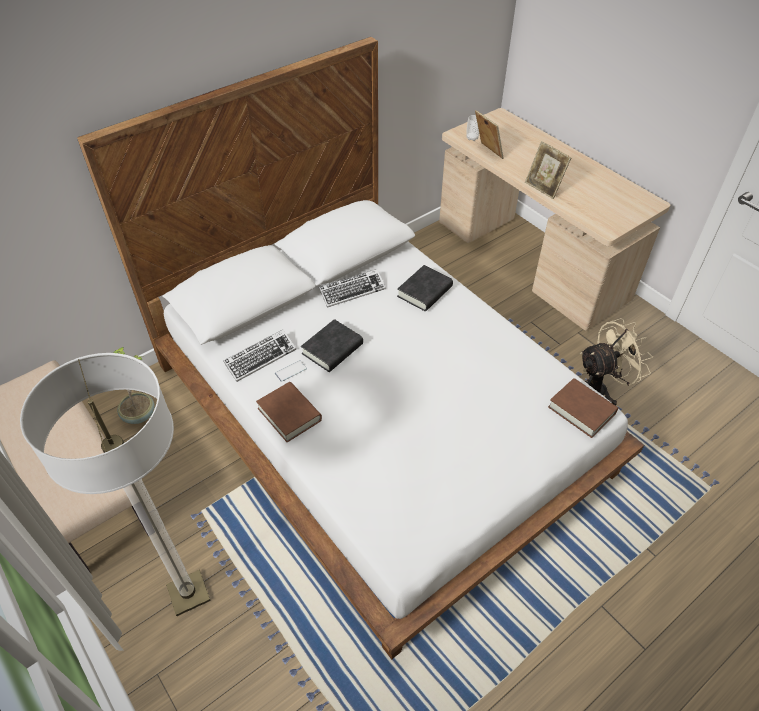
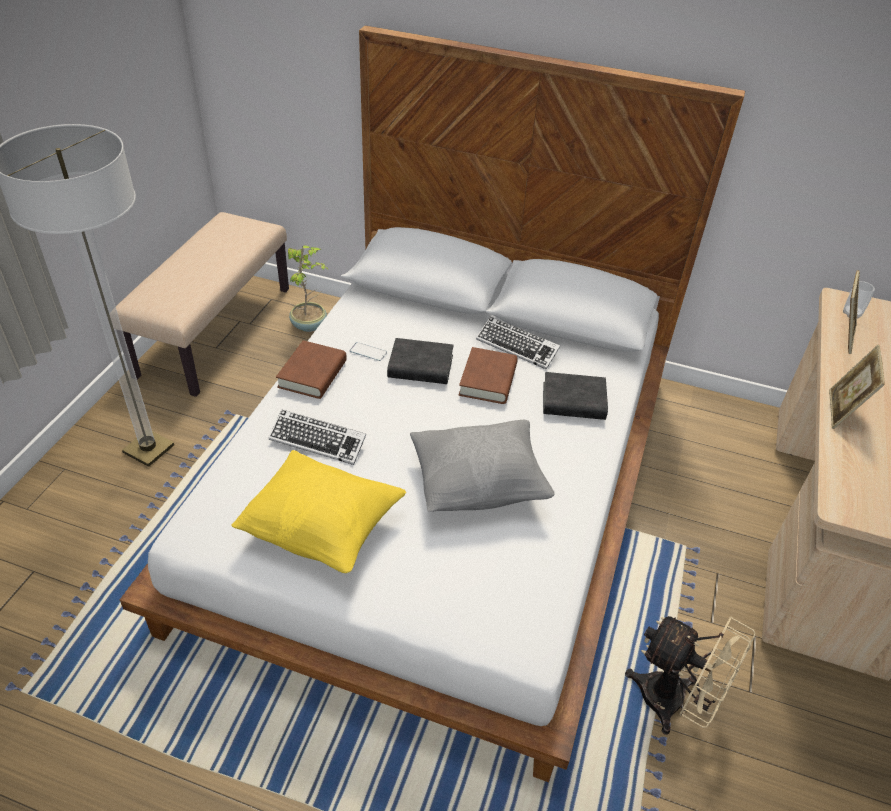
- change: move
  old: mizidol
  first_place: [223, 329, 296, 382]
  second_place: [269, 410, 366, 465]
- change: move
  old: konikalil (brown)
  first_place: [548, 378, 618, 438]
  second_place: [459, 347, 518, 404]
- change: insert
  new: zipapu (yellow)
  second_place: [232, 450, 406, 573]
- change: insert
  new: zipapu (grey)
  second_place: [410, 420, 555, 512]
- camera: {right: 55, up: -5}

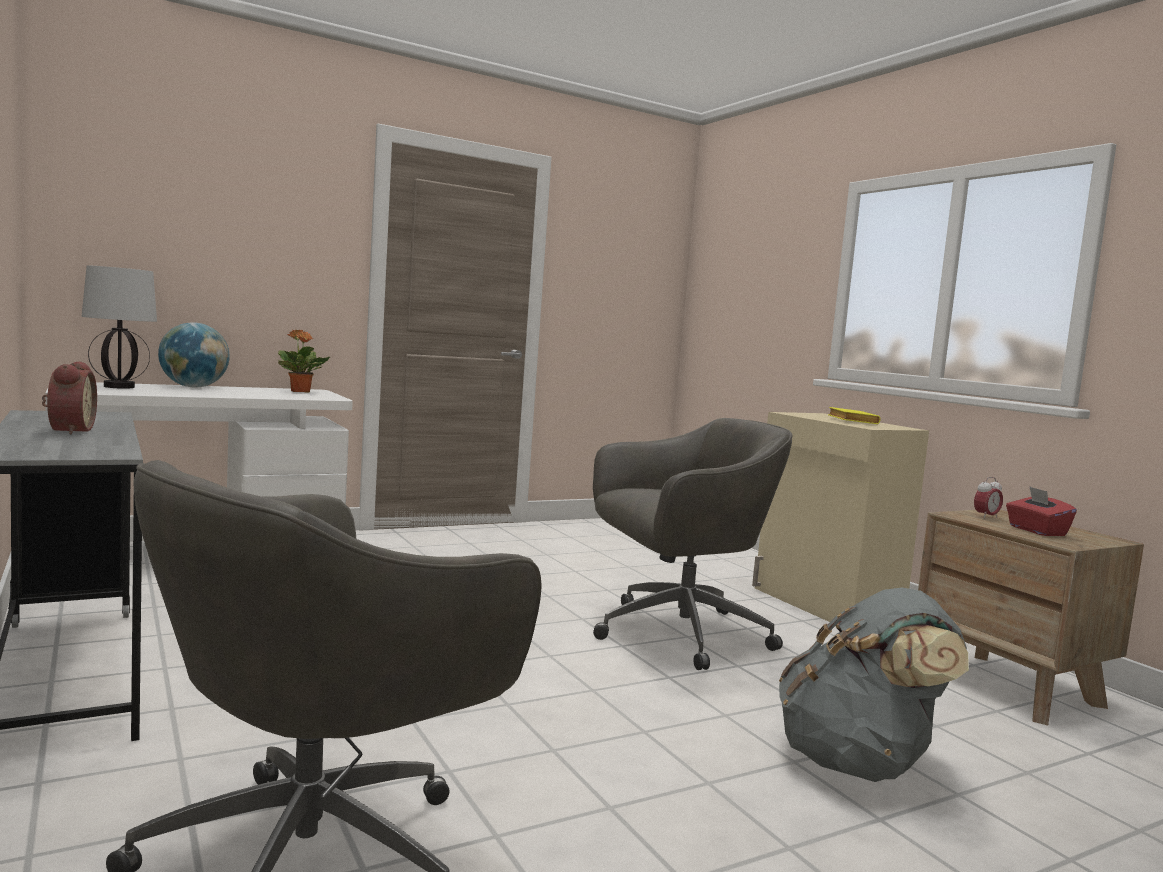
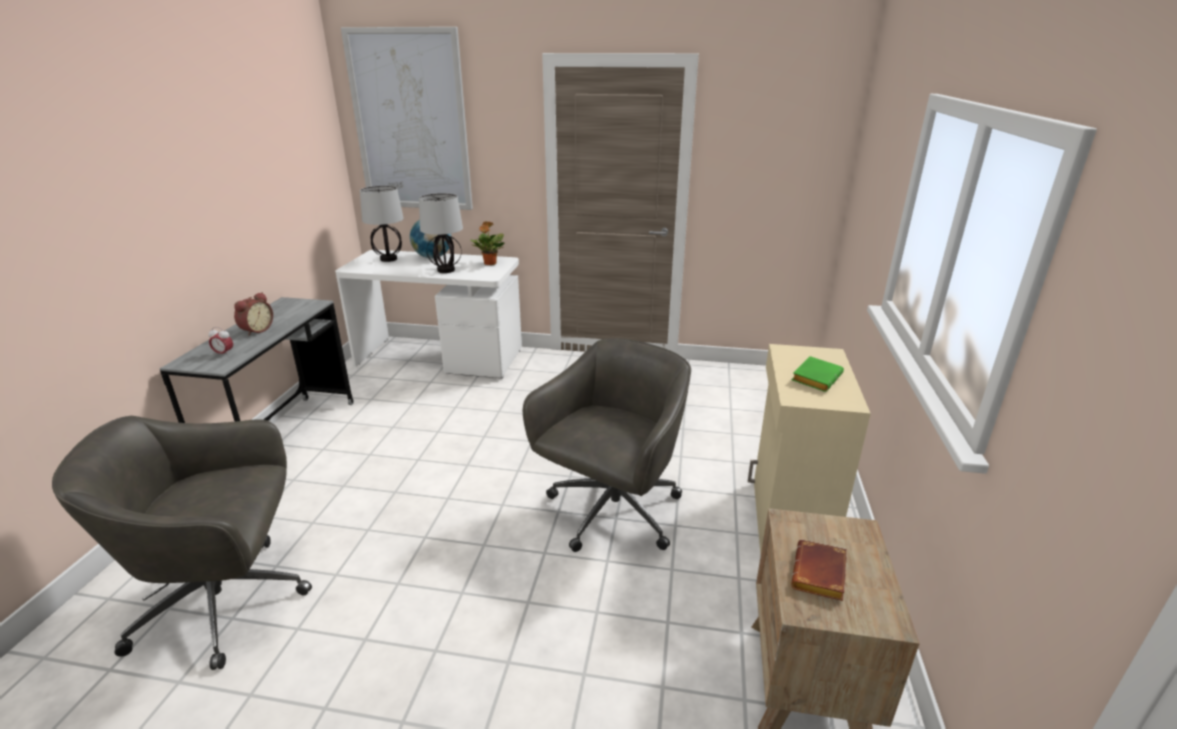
- change: rotate
  old: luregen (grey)
  first_place: [593, 418, 793, 670]
  second_place: [523, 338, 691, 552]
  degrees: -75
- change: delete
  old: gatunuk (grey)
  first_place: [779, 588, 969, 782]
- change: recolor
  old: konikalil (yellow)
  new: konikalil (green)
  first_place: [828, 407, 881, 424]
  second_place: [792, 356, 844, 392]
- change: move
  old: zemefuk
  first_place: [974, 477, 1003, 519]
  second_place: [208, 327, 233, 356]
- change: replace
  old: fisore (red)
  new: konikalil (brown)
  first_place: [1006, 486, 1077, 536]
  second_place: [791, 540, 847, 601]
- change: insert
  new: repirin
  second_place: [341, 27, 473, 210]
- change: insert
  new: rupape
  second_place: [419, 193, 463, 273]
- camera: {right: 40, up: 20}

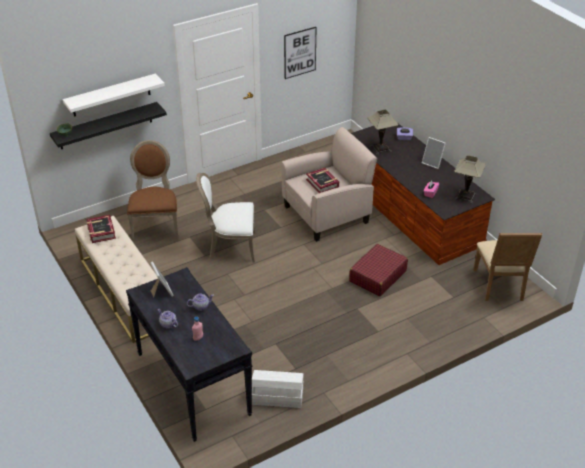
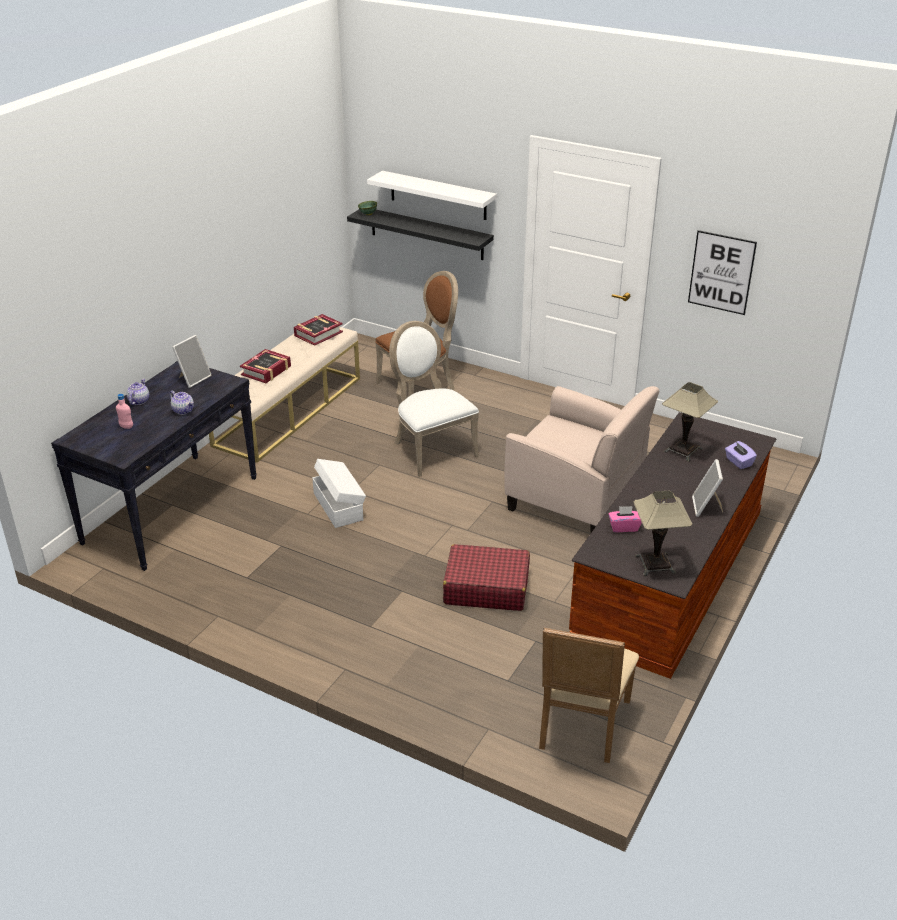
- change: move
  old: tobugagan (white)
  first_place: [252, 370, 303, 408]
  second_place: [312, 459, 366, 528]
- change: move
  old: konikalil
  first_place: [306, 168, 339, 193]
  second_place: [240, 349, 291, 383]
- change: rotate
  old: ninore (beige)
  first_place: [474, 233, 542, 301]
  second_place: [539, 628, 639, 763]
  degrees: -45
- camera: {right: 60, up: -5}

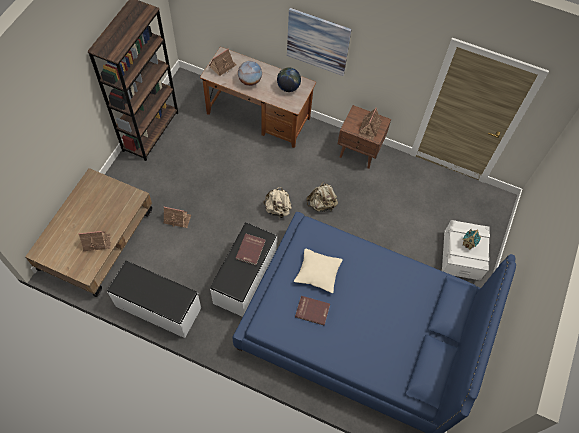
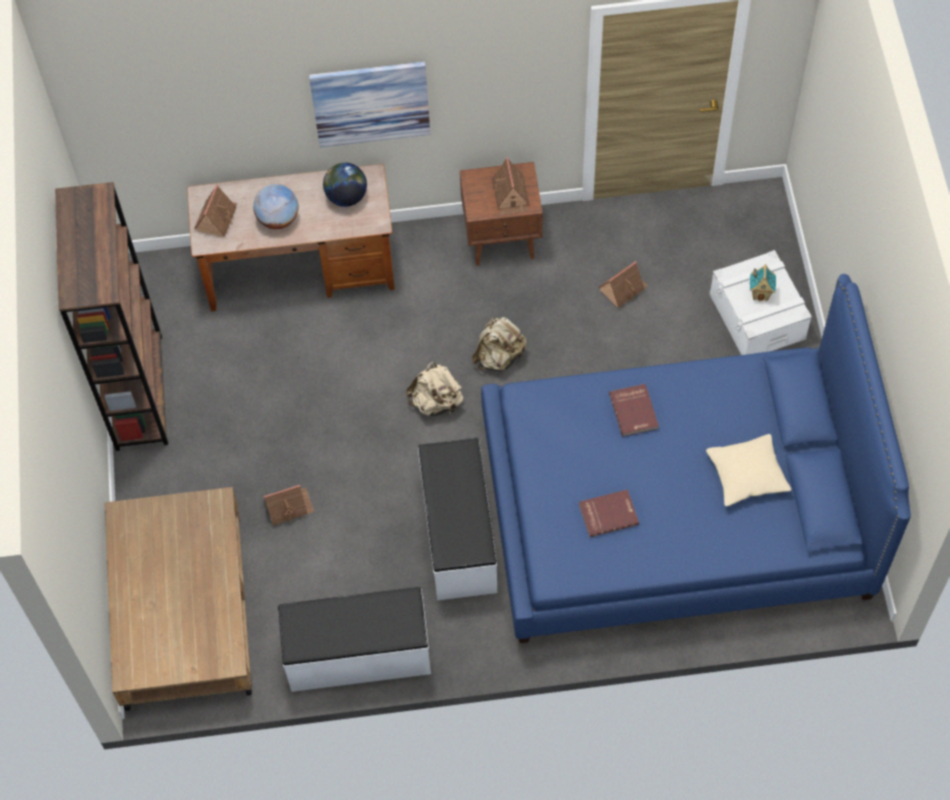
- change: move
  old: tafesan
  first_place: [78, 231, 111, 252]
  second_place: [598, 261, 648, 308]
- change: move
  old: konikalil (red)
  first_place: [236, 234, 265, 265]
  second_place: [609, 384, 659, 437]
- change: move
  old: zipapu (beige)
  first_place: [294, 248, 343, 293]
  second_place: [706, 434, 791, 506]
- camera: {right: -25, up: 0}

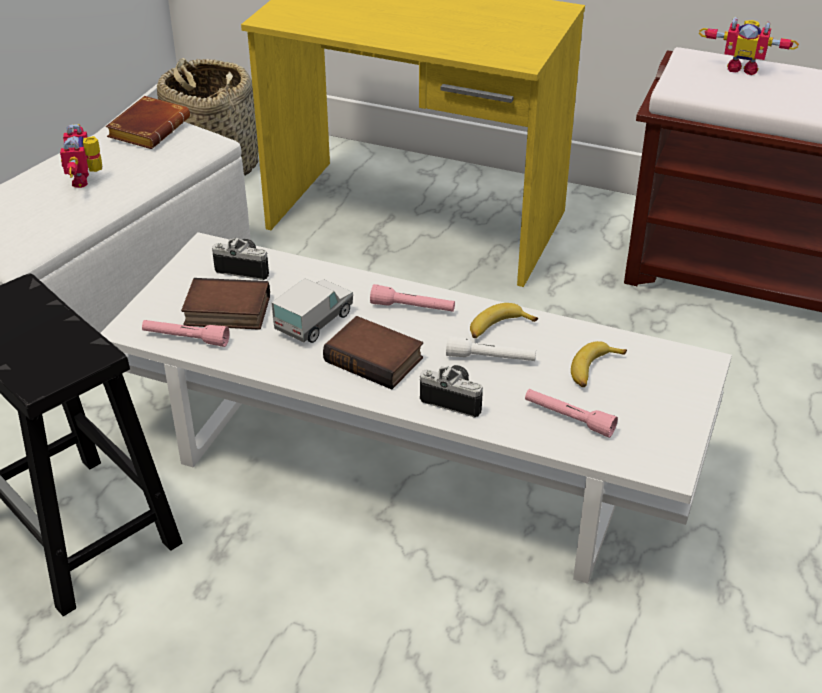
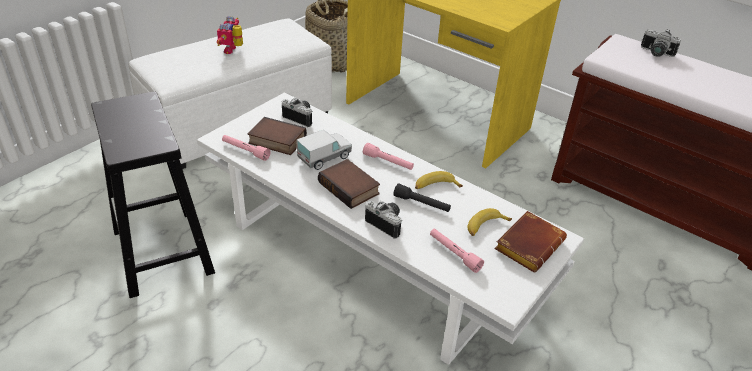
- change: move
  old: konikalil (brown)
  first_place: [106, 96, 190, 149]
  second_place: [494, 211, 567, 272]
- change: recolor
  old: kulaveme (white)
  new: kulaveme (black)
  first_place: [446, 335, 536, 361]
  second_place: [394, 183, 451, 212]
- change: replace
  old: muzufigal
  new: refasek
  first_place: [699, 17, 799, 75]
  second_place: [641, 29, 681, 57]
- camera: {right: 15, up: 0}

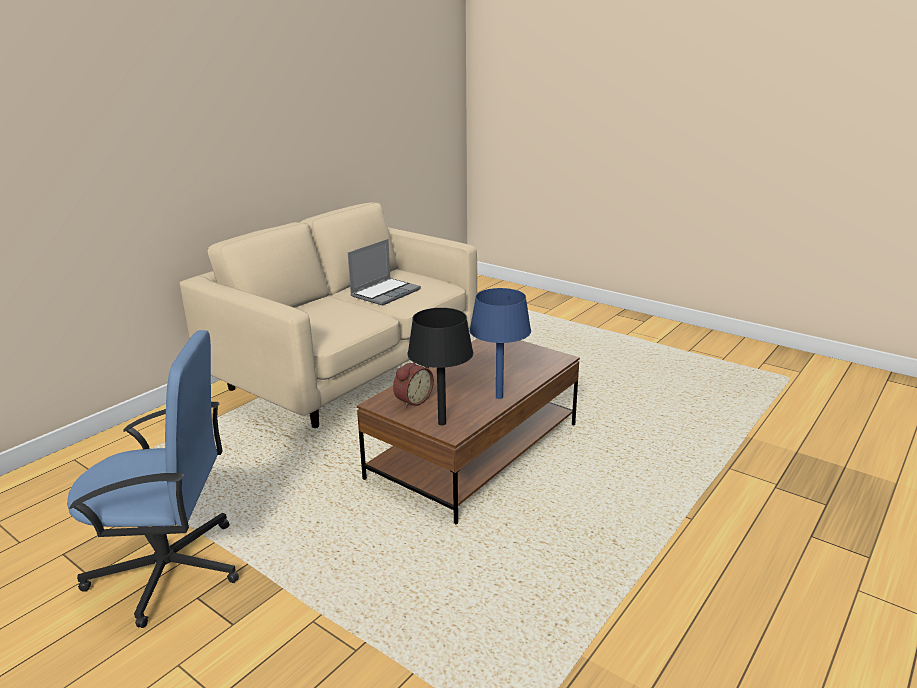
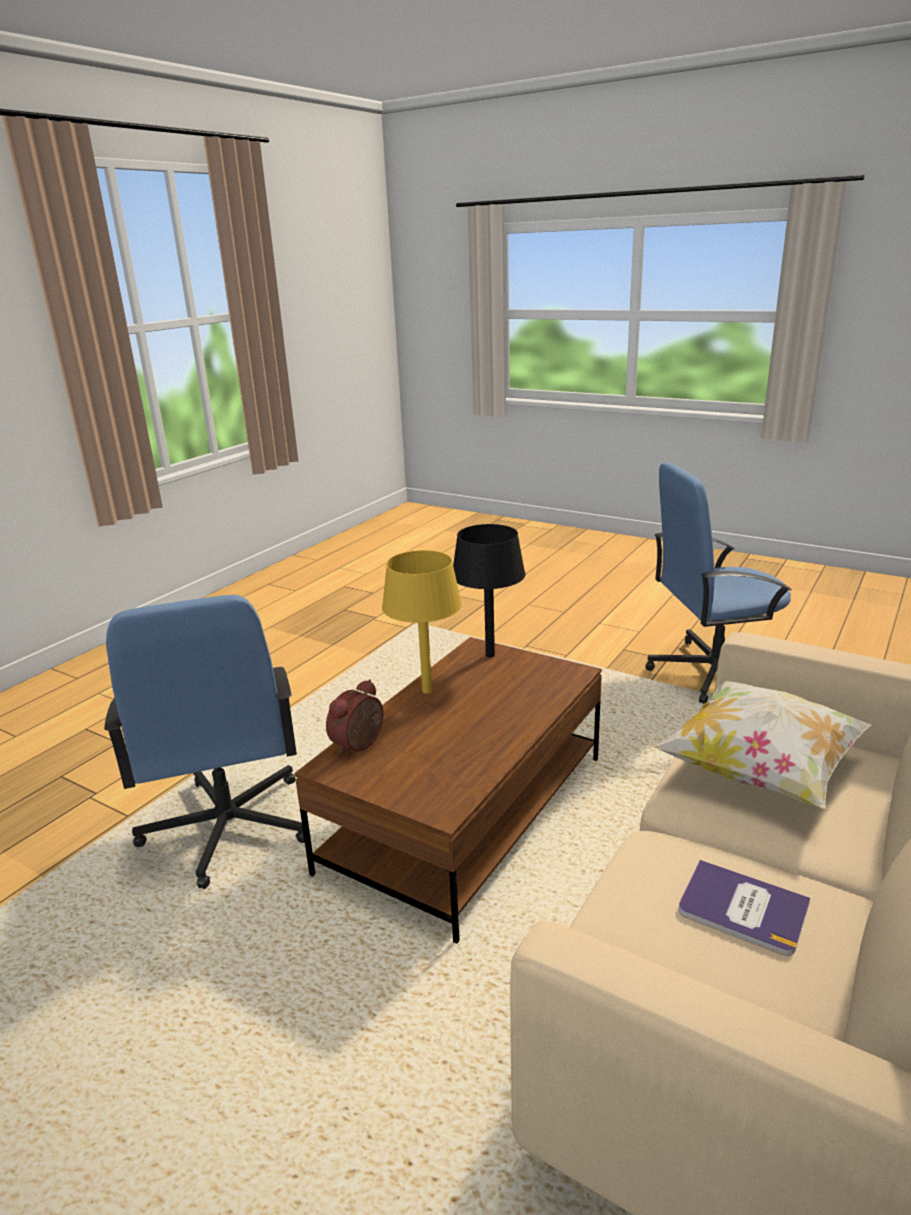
- change: replace
  old: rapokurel
  new: konikalil
  first_place: [348, 239, 421, 306]
  second_place: [679, 860, 810, 956]
- change: move
  old: zemefuk
  first_place: [393, 363, 434, 408]
  second_place: [326, 679, 383, 754]
- change: recolor
  old: rupape (blue)
  new: rupape (yellow)
  first_place: [470, 288, 531, 399]
  second_place: [382, 550, 462, 694]
- change: insert
  new: luregen (blue)
  second_place: [104, 595, 305, 889]
- change: insert
  new: zipapu
  second_place: [654, 680, 872, 809]
- camera: {right: 175, up: 0}

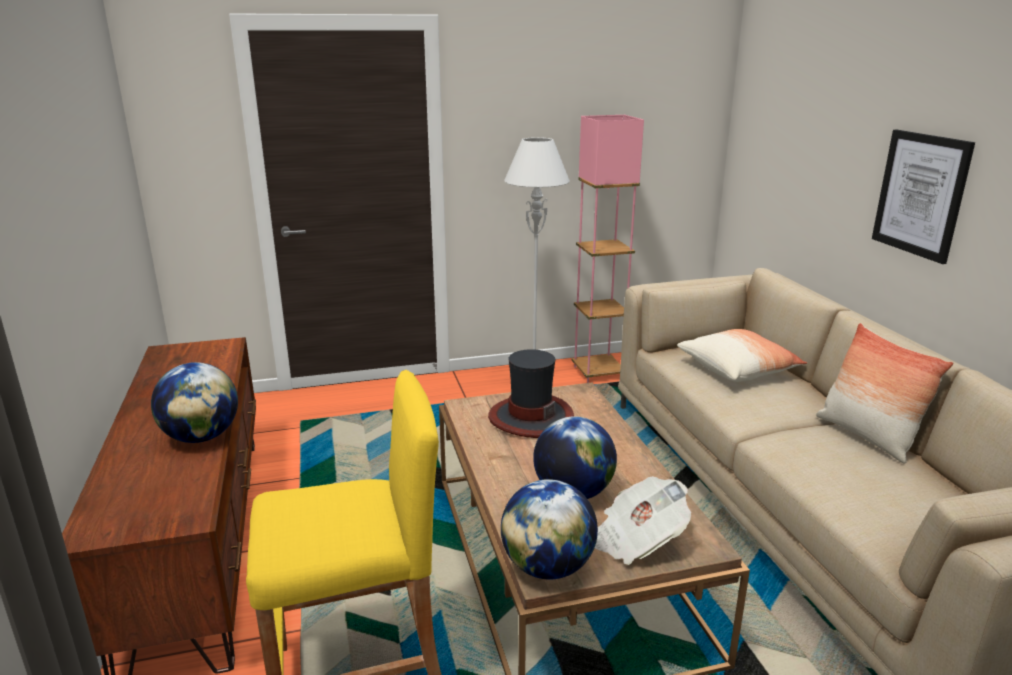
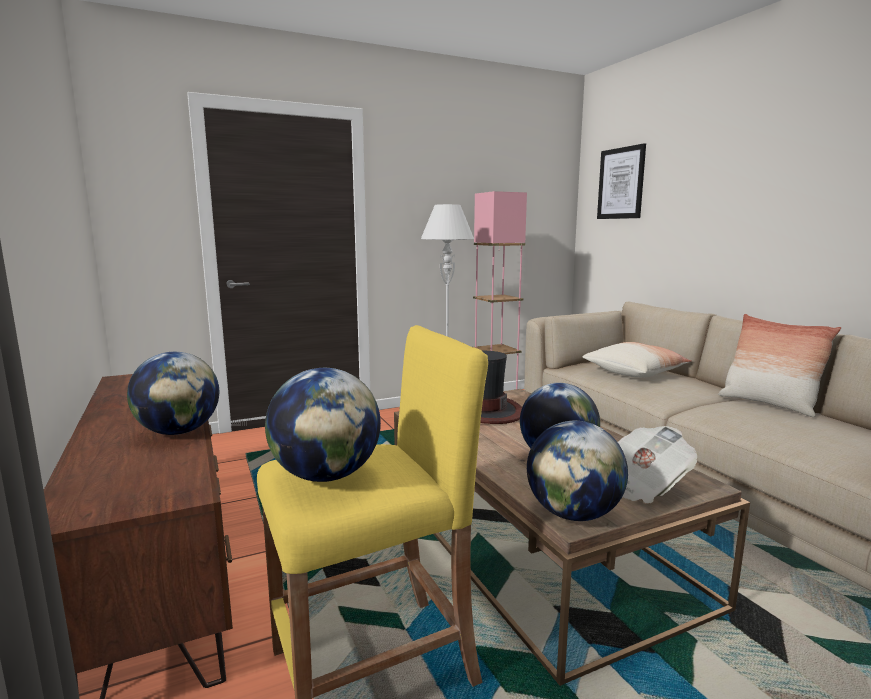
- change: move
  old: repirin
  first_place: [872, 130, 975, 264]
  second_place: [597, 143, 646, 219]
- change: insert
  new: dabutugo
  second_place: [265, 368, 381, 482]
- camera: {right: -10, up: -10}

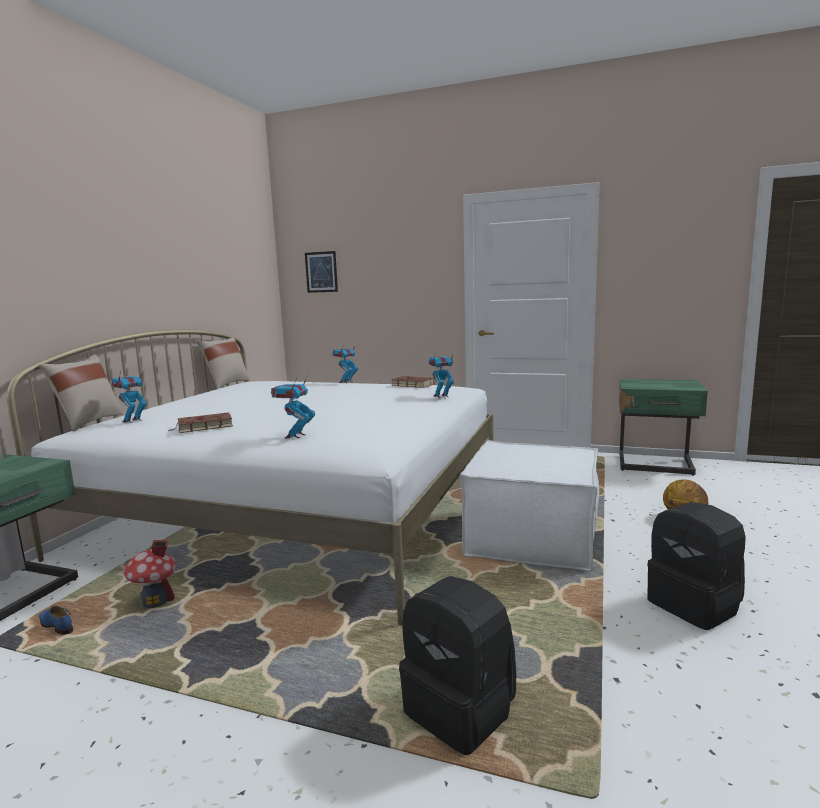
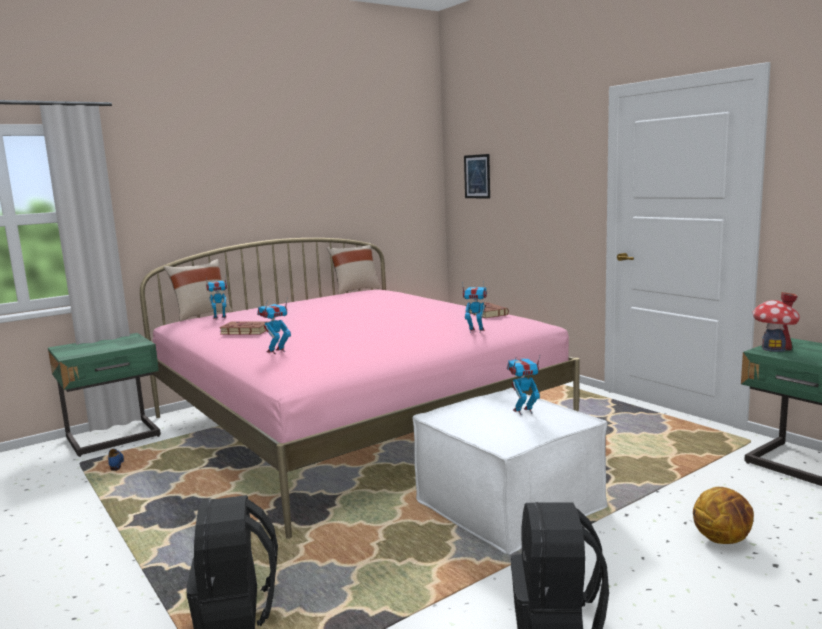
- change: recolor
  old: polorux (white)
  new: polorux (pink)
  first_place: [7, 330, 494, 626]
  second_place: [140, 238, 580, 539]
- change: move
  old: tafesan
  first_place: [124, 540, 176, 608]
  second_place: [753, 292, 800, 352]
- change: move
  old: muzufigal
  first_place: [332, 342, 358, 383]
  second_place: [507, 356, 540, 415]
- camera: {right: 35, up: 0}

